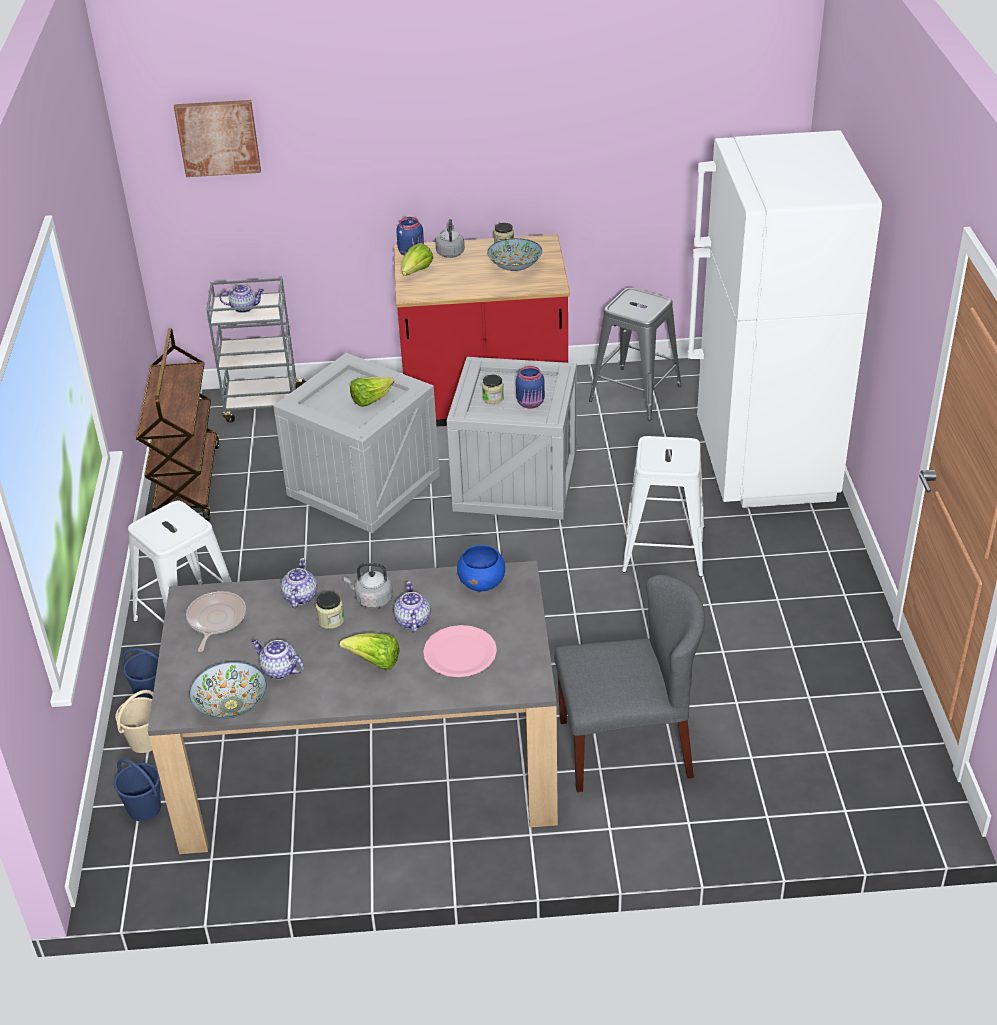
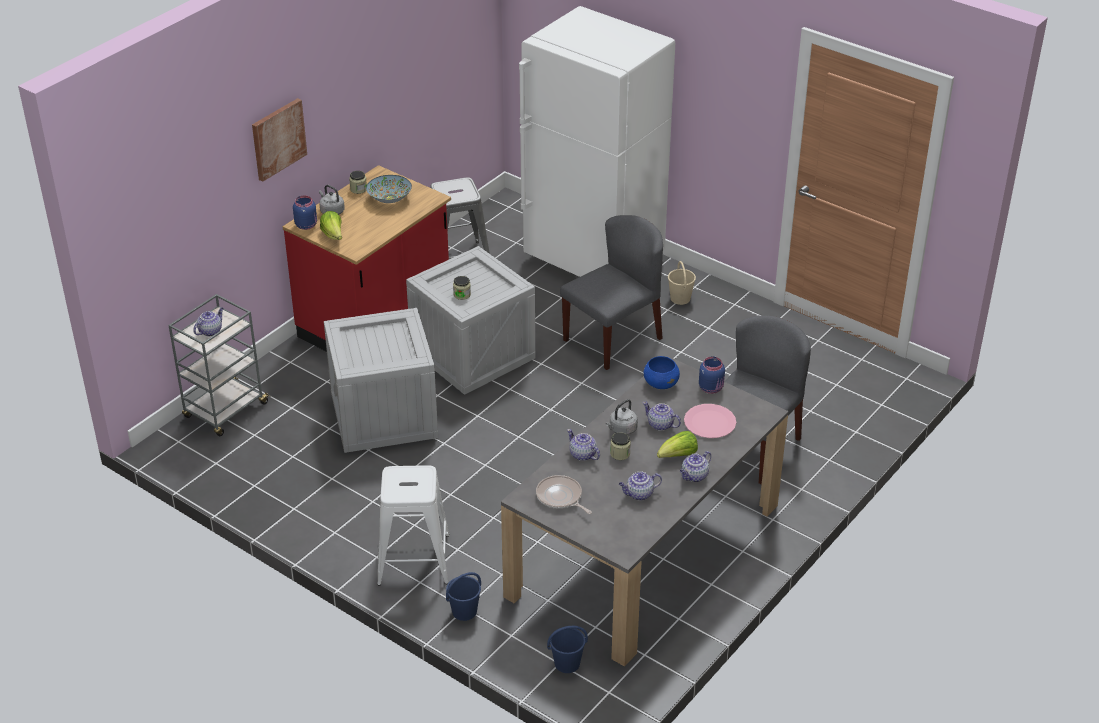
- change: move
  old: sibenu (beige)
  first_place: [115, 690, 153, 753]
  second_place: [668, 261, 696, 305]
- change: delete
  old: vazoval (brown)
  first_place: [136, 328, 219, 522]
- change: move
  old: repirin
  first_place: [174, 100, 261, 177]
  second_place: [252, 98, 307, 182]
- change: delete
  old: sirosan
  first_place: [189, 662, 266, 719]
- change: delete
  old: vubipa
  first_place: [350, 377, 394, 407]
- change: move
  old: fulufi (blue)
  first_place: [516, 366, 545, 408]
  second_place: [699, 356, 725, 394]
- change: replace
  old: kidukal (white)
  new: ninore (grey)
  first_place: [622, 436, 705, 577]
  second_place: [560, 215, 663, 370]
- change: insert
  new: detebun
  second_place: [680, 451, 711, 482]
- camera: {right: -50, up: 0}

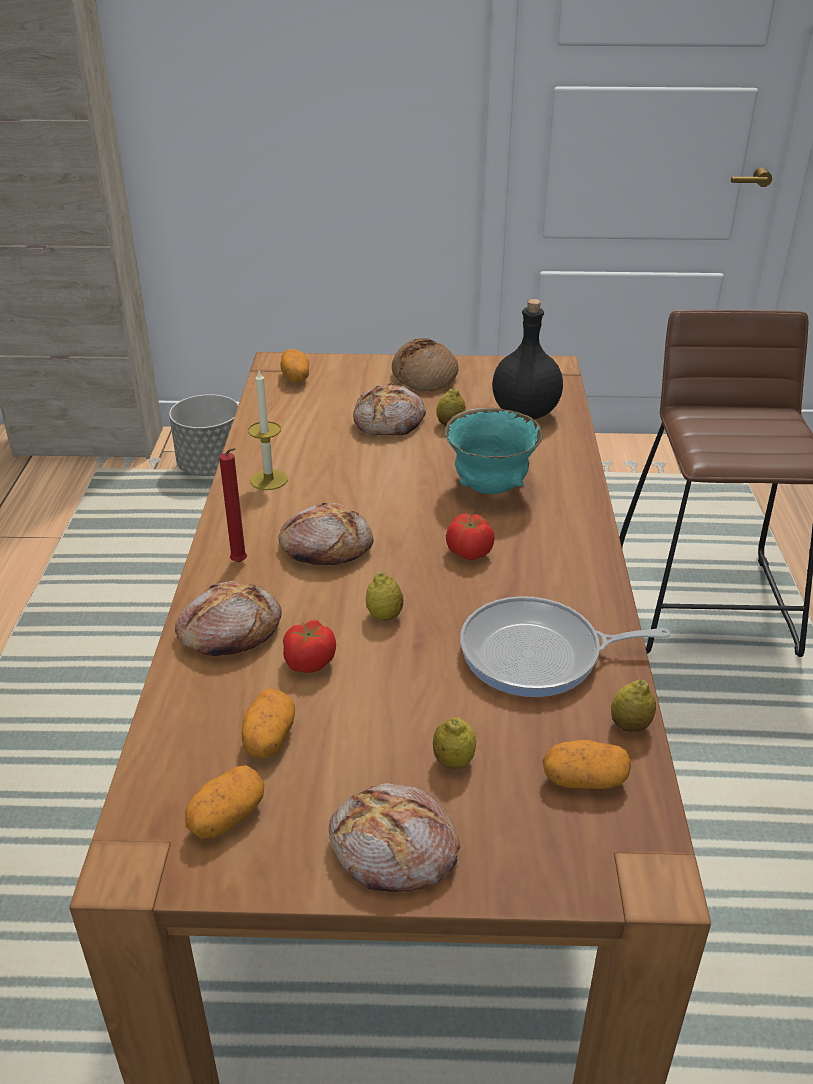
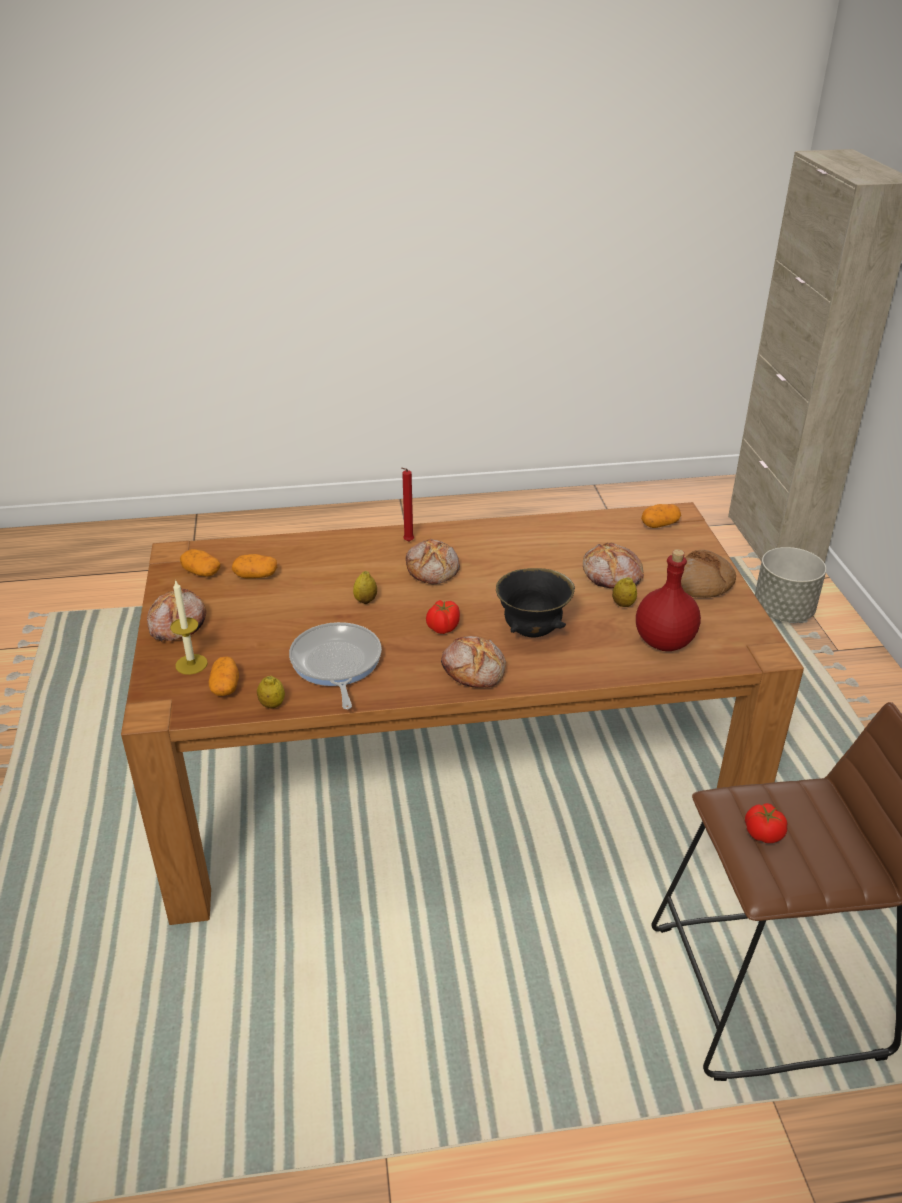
- change: move
  old: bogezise
  first_place: [175, 581, 282, 656]
  second_place: [441, 636, 506, 688]
- change: move
  old: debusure
  first_place: [248, 371, 288, 490]
  second_place: [170, 579, 208, 675]
- change: move
  old: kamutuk
  first_place: [283, 620, 336, 673]
  second_place: [745, 803, 787, 843]
- change: delete
  old: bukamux
  first_place: [433, 717, 476, 769]
- change: recolor
  old: sirosan (turquoise)
  new: sirosan (black)
  first_place: [445, 408, 543, 494]
  second_place: [496, 568, 575, 638]
- change: recolor
  old: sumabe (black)
  new: sumabe (red)
  first_place: [492, 299, 563, 419]
  second_place: [636, 549, 701, 651]
- camera: {right: 80, up: 0}

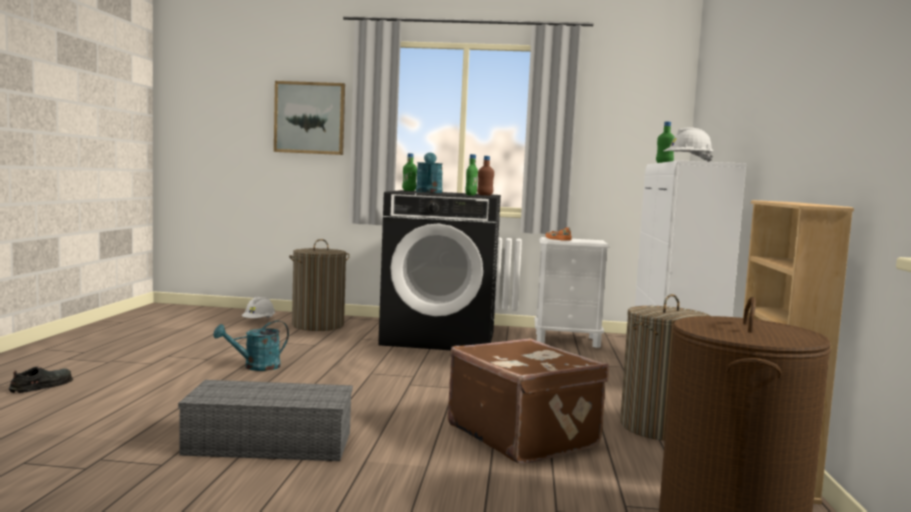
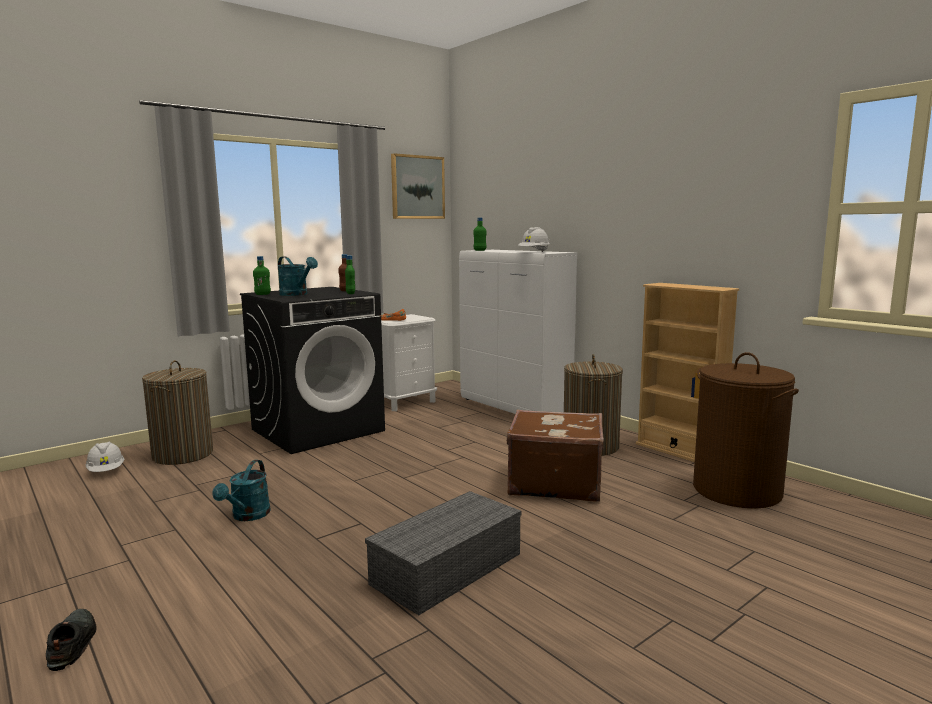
- change: move
  old: repirin
  first_place: [274, 81, 345, 155]
  second_place: [391, 153, 445, 219]
- camera: {right: -45, up: 5}

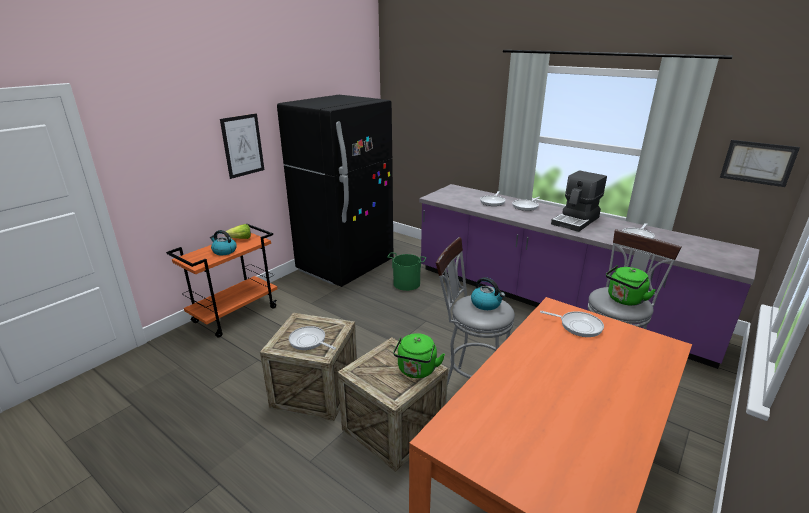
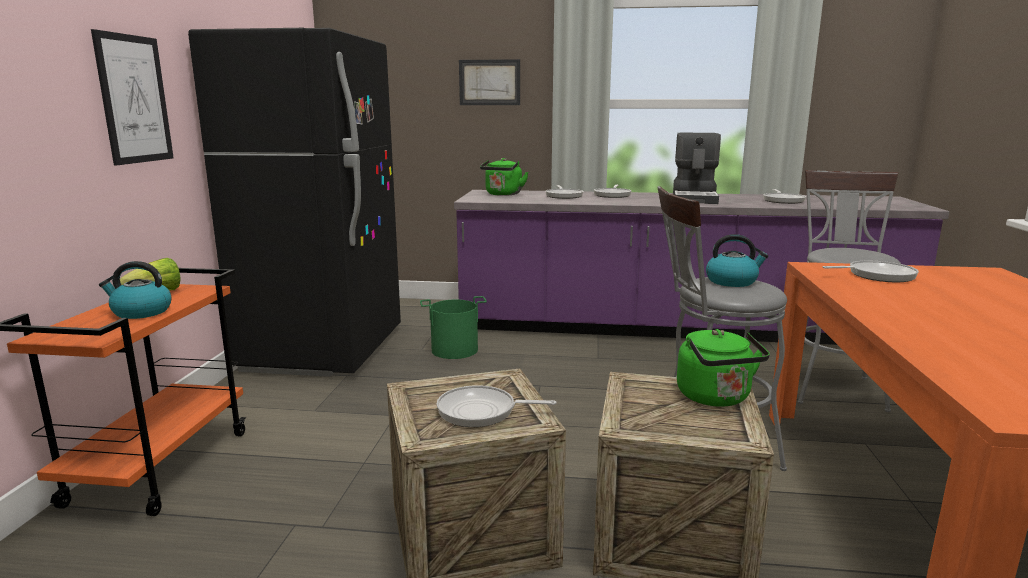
- change: move
  old: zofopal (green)
  first_place: [606, 265, 656, 306]
  second_place: [480, 158, 529, 196]
- change: move
  old: repirin
  first_place: [720, 140, 800, 187]
  second_place: [459, 59, 520, 105]
- camera: {right: -30, up: -10}

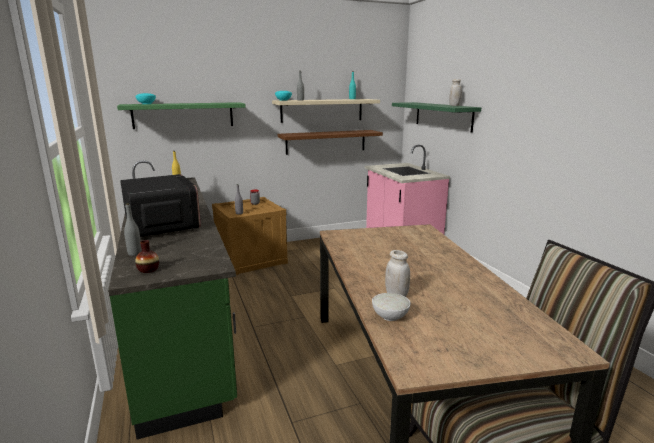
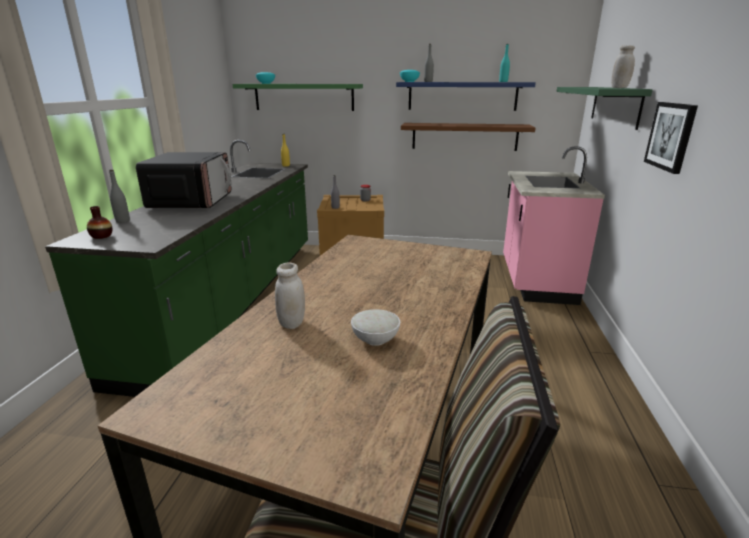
- change: recolor
  old: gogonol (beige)
  new: gogonol (blue)
  first_place: [272, 99, 380, 123]
  second_place: [396, 82, 536, 111]
- change: move
  old: sirosan (white)
  first_place: [372, 293, 411, 321]
  second_place: [351, 309, 400, 346]
- change: insert
  new: repirin
  second_place: [644, 102, 698, 174]
- camera: {right: 30, up: 5}

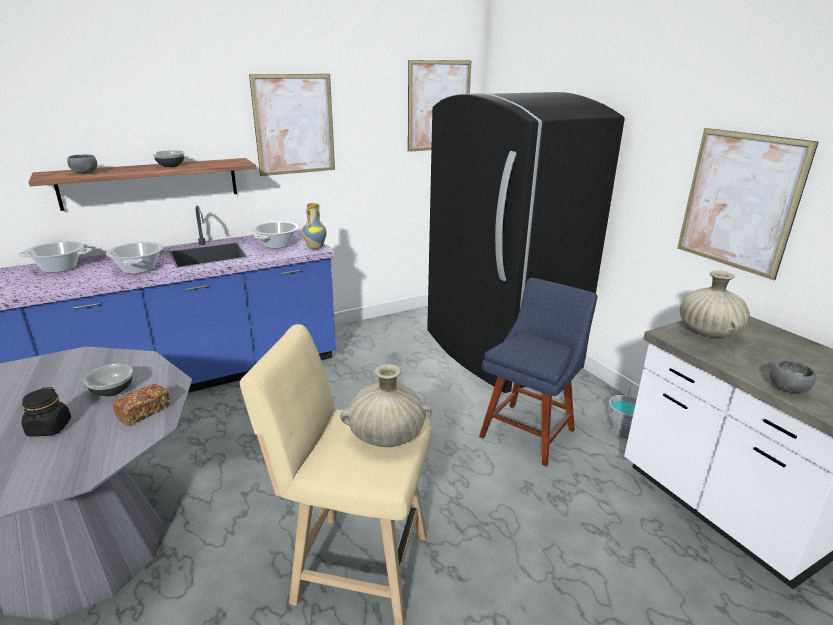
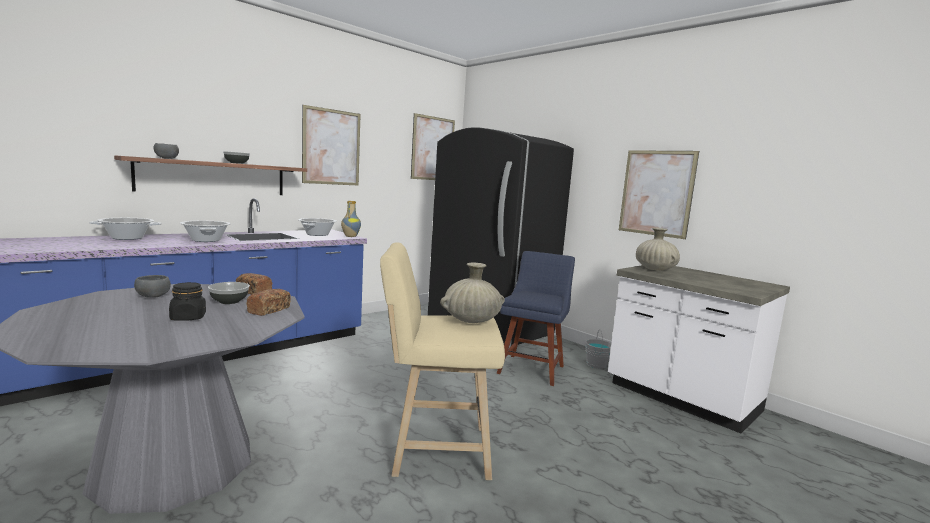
- change: move
  old: sirosan (grey)
  first_place: [770, 361, 816, 394]
  second_place: [134, 275, 171, 298]
- change: insert
  new: bogezise
  second_place: [236, 273, 272, 295]
- camera: {right: -15, up: -15}

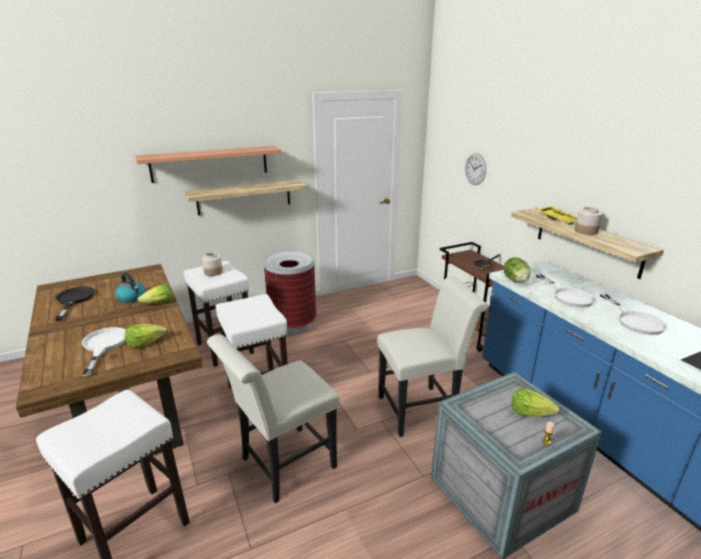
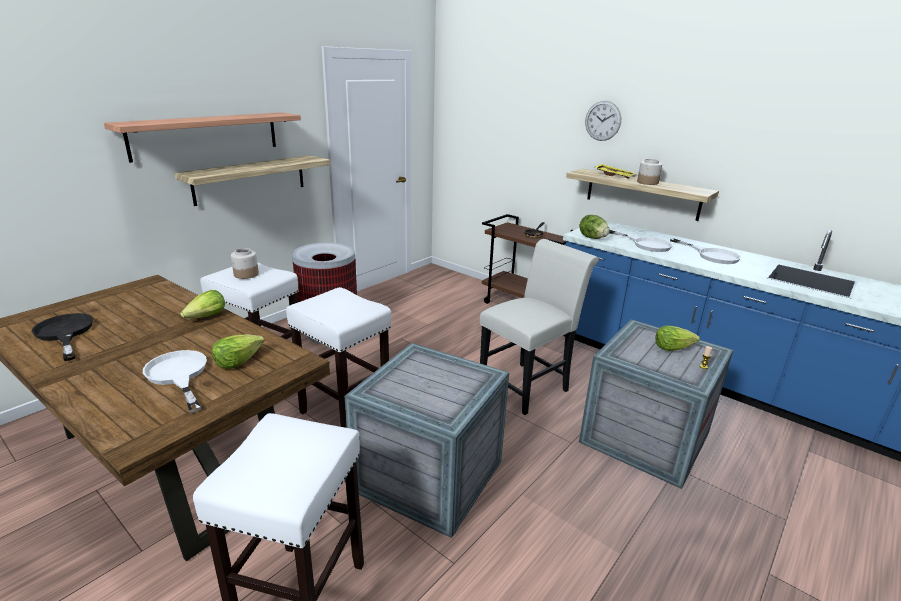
- change: delete
  old: zofopal
  first_place: [115, 273, 146, 303]
- change: replace
  old: ninore (white)
  new: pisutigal
  first_place: [207, 334, 340, 503]
  second_place: [345, 343, 509, 538]
- change: move
  old: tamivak
  first_place: [465, 153, 486, 185]
  second_place: [585, 101, 621, 141]
- camera: {right: -25, up: 0}

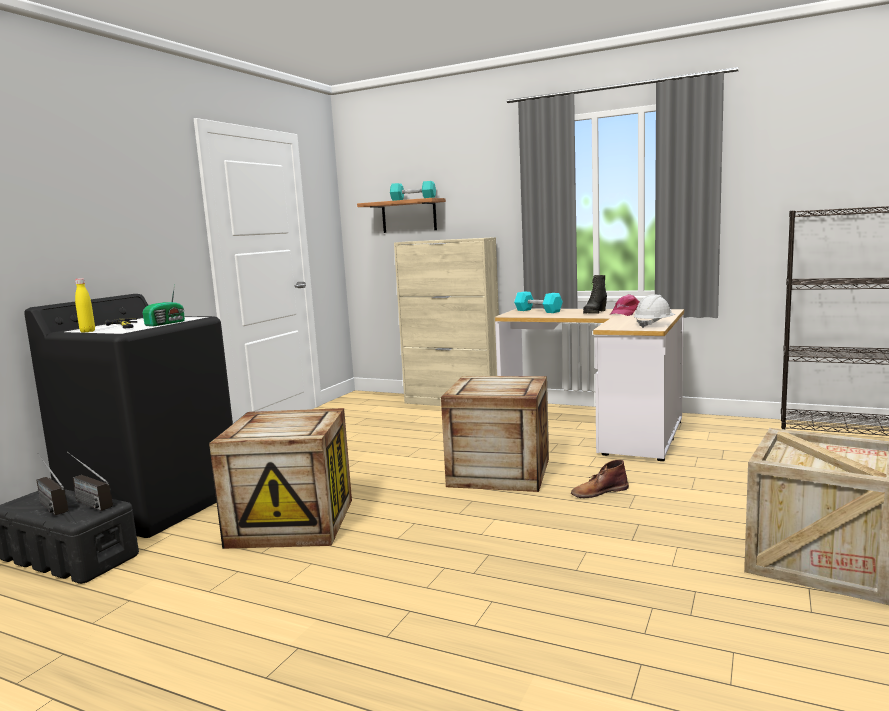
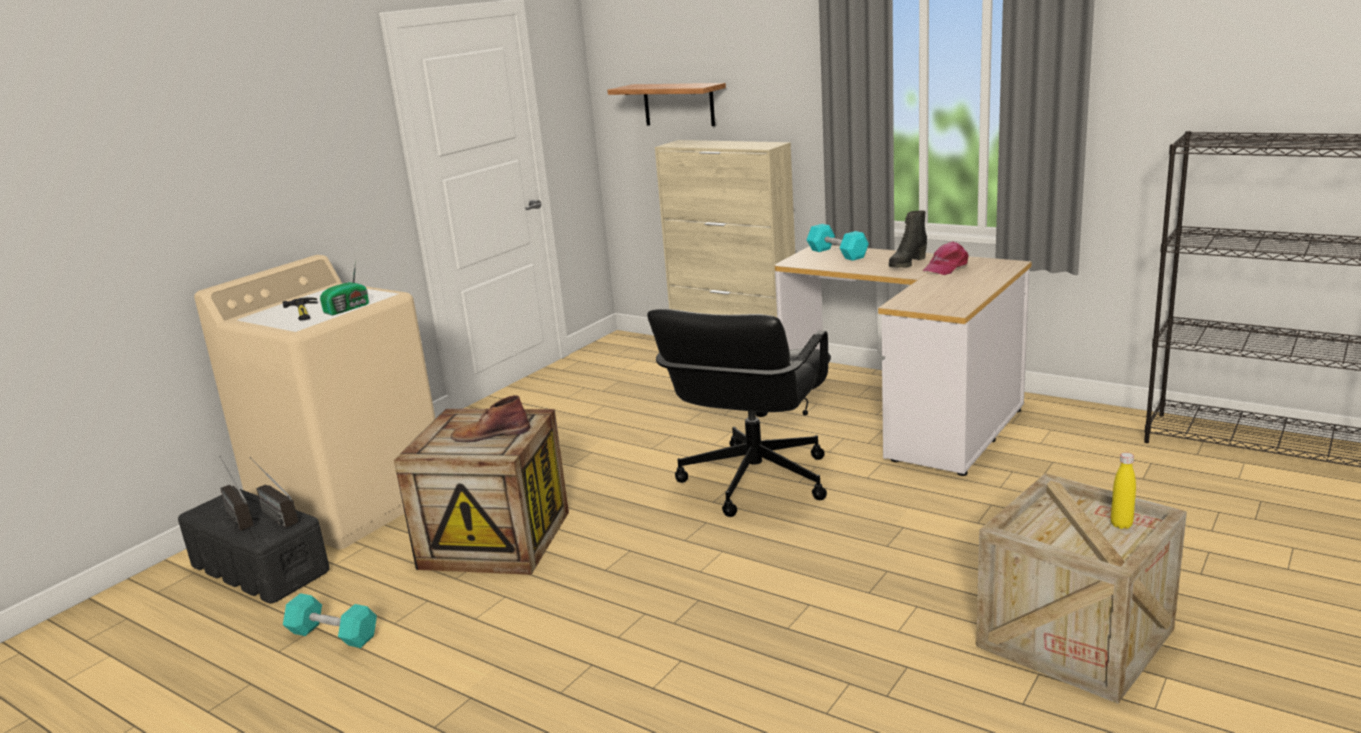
- change: recolor
  old: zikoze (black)
  new: zikoze (beige)
  first_place: [24, 294, 233, 538]
  second_place: [194, 255, 435, 549]
- change: move
  old: sumabe (yellow)
  first_place: [75, 278, 95, 333]
  second_place: [1111, 453, 1136, 529]
- change: move
  old: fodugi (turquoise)
  first_place: [390, 181, 436, 201]
  second_place: [283, 593, 377, 648]
- change: replace
  old: pisutigal
  new: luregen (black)
  first_place: [441, 376, 549, 492]
  second_place: [647, 309, 831, 517]
- change: move
  old: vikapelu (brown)
  first_place: [571, 460, 629, 498]
  second_place: [451, 395, 530, 442]
- change: delete
  old: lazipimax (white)
  first_place: [634, 294, 675, 328]
- camera: {right: 10, up: 10}

